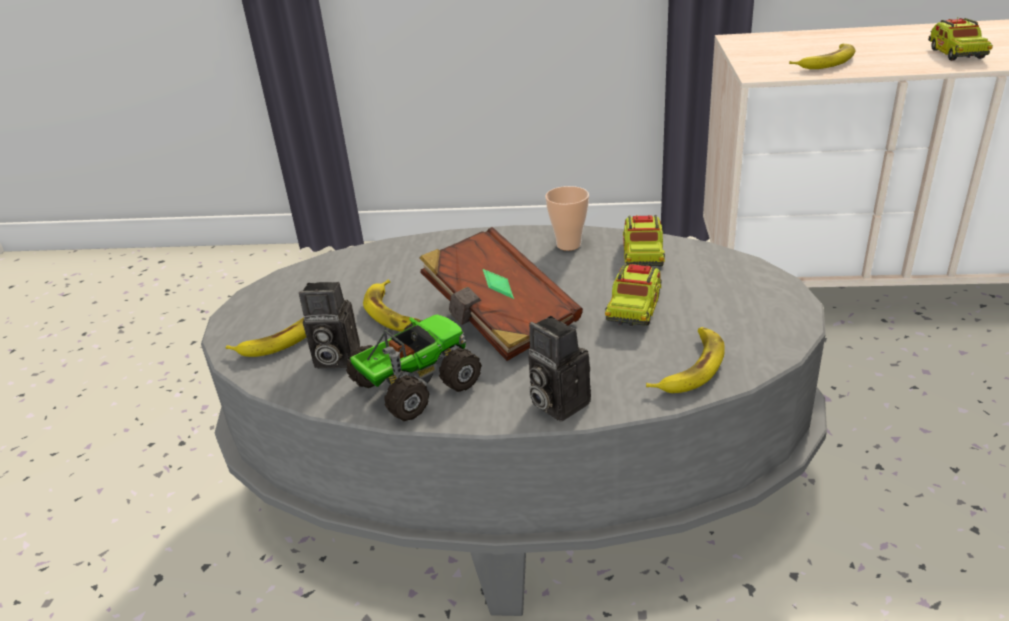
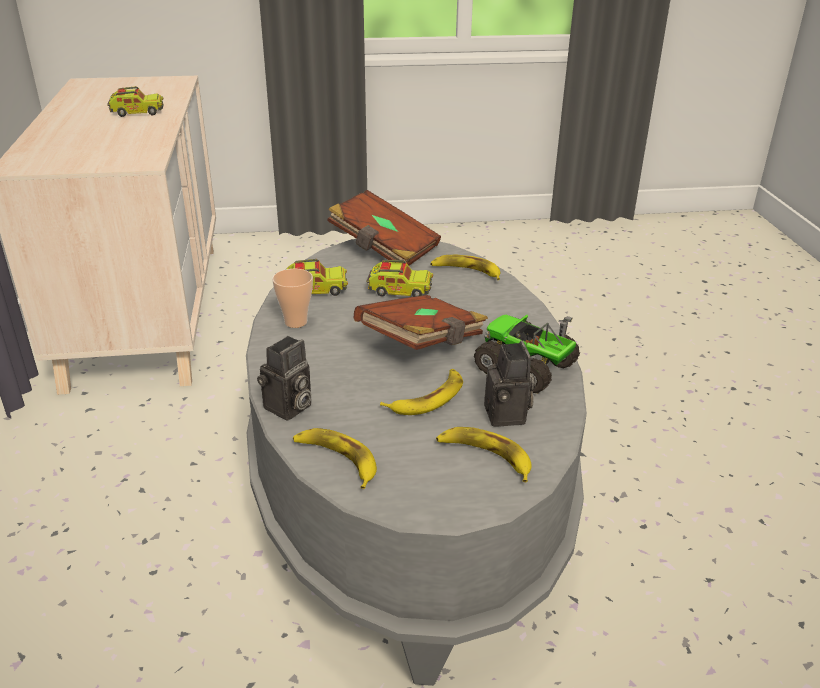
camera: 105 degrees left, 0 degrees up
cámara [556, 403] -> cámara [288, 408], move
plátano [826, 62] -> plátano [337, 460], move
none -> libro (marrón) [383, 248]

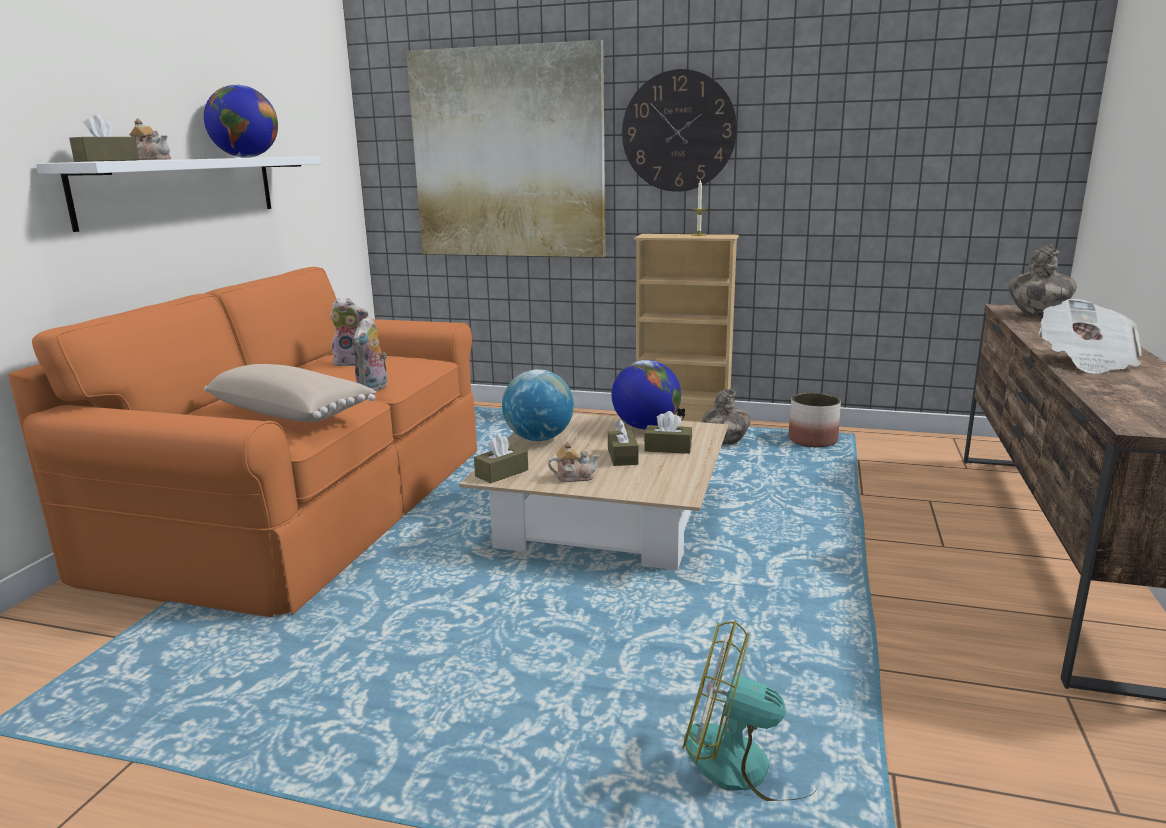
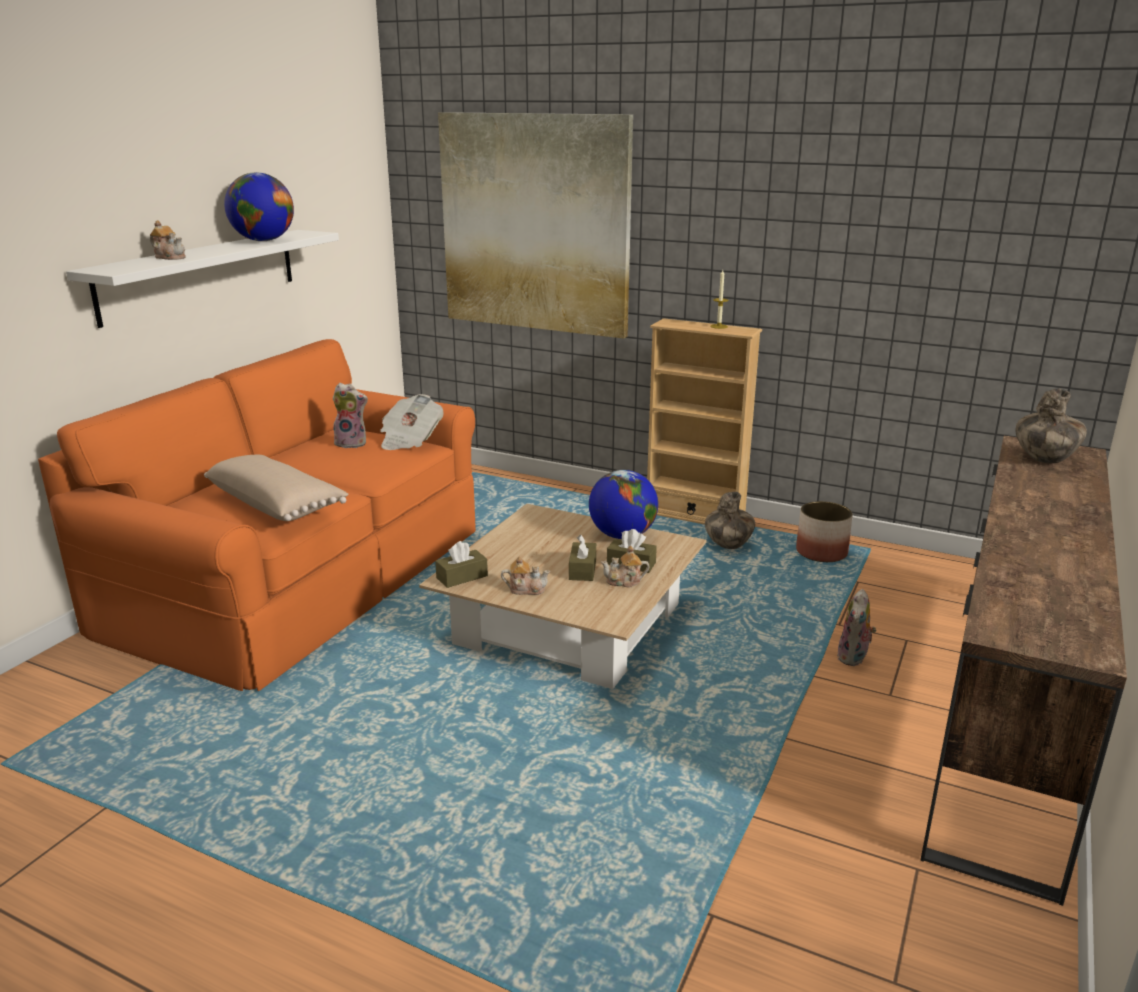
camera: 10 degrees right, 5 degrees up
periódico [1085, 361] -> periódico [410, 440], move
none -> tetera [624, 581]
peluche [373, 389] -> peluche [854, 658], move
caja de pañuelos (marrón) [107, 160] -> none
globo terráqueo [539, 438] -> none
reloj de pared [678, 131] -> none
ventilador [747, 765] -> none

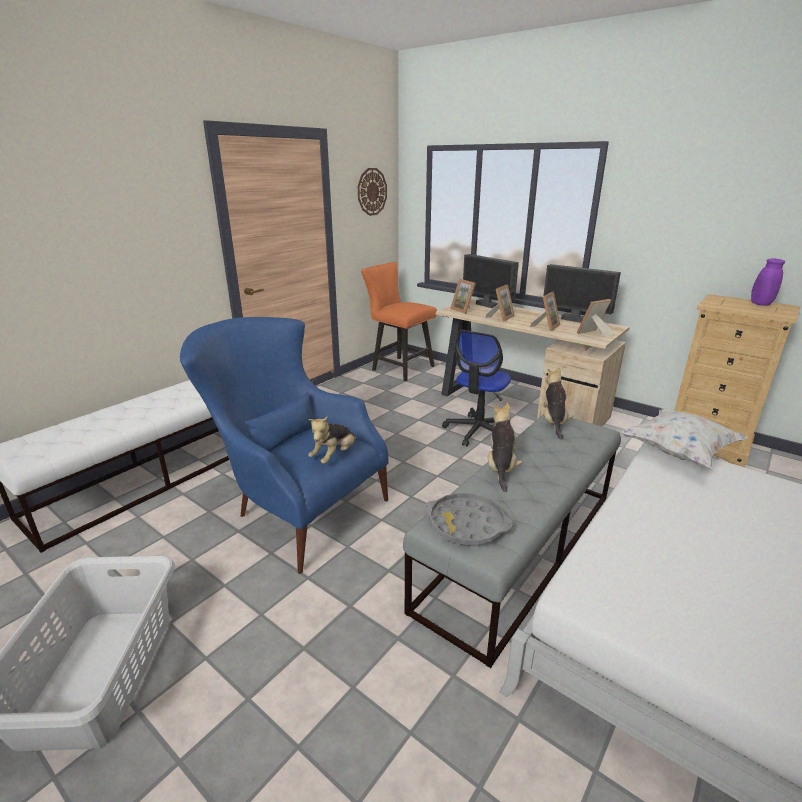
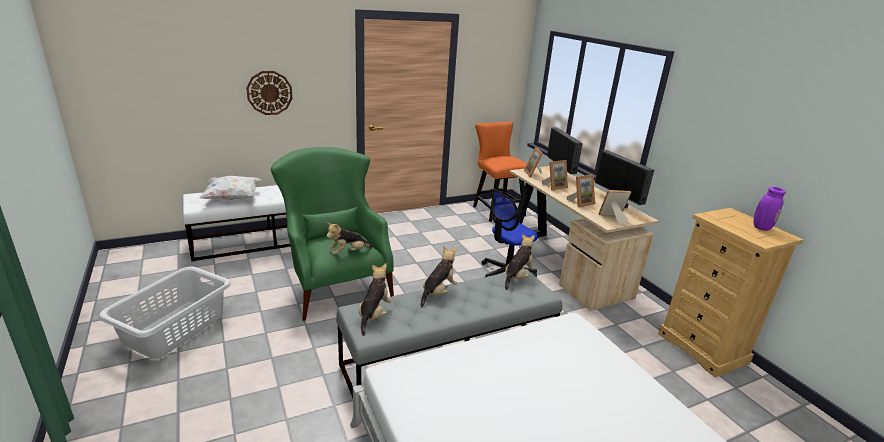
camera: 25 degrees right, 0 degrees up
cojín (blanco) [678, 452] -> cojín (blanco) [233, 198], move
reloj de pared [372, 192] -> reloj de pared [269, 93], move
sillón (azul) [294, 506] -> sillón (verde) [334, 282]
bandeja (gris) [466, 524] -> peluche [374, 315]

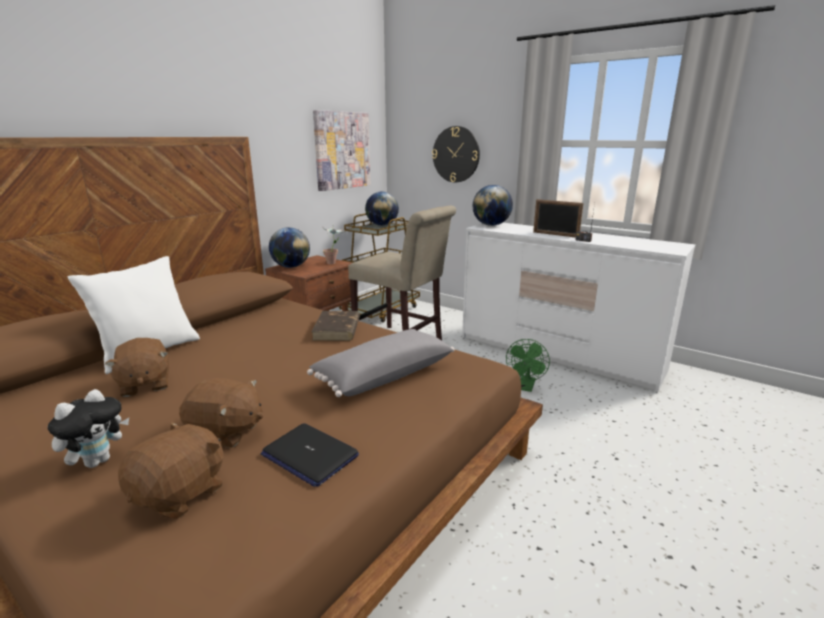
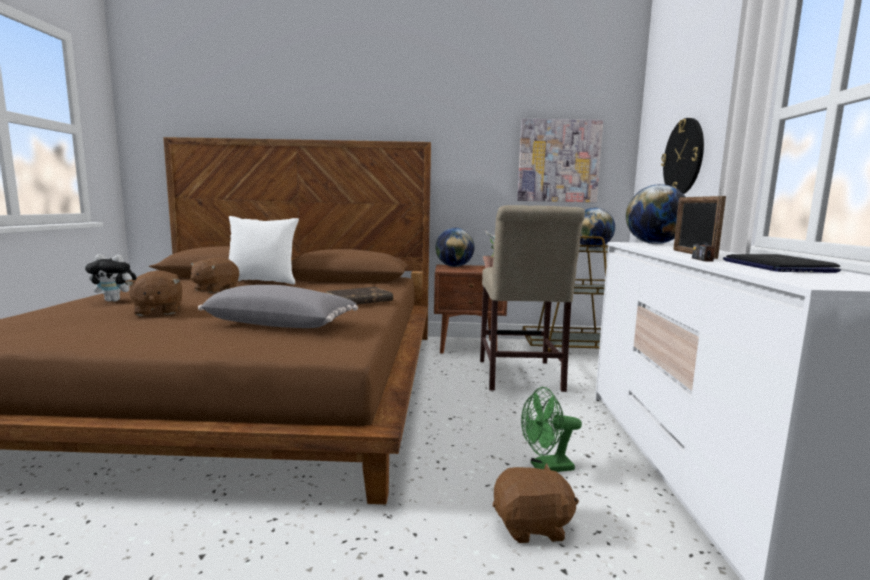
camera: 55 degrees right, 10 degrees down
peluche (marrón) [181, 493] -> peluche (marrón) [532, 526], move
portátil [309, 455] -> portátil [776, 266], move

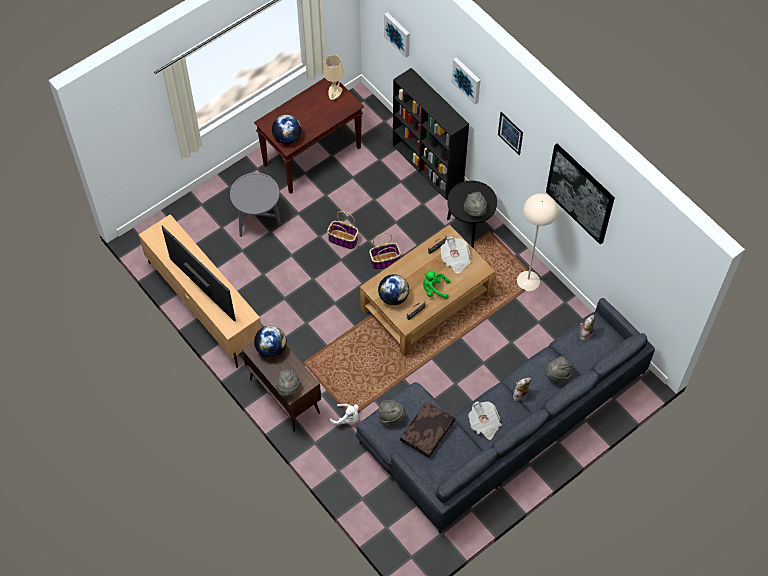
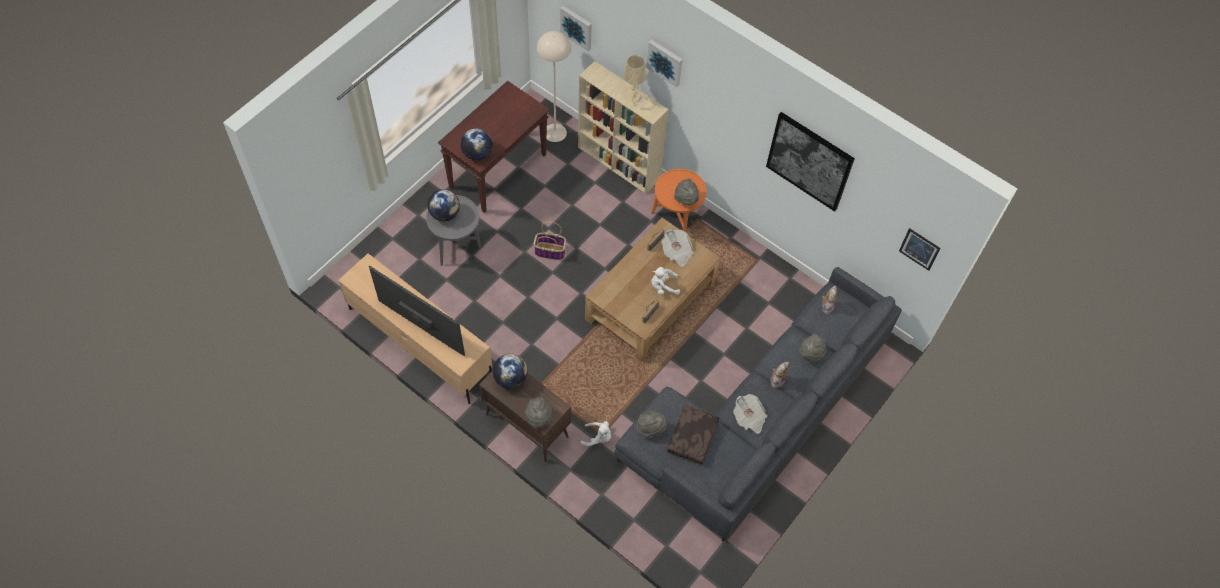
camera: 15 degrees left, 0 degrees up
globo terráqueo [393, 297] -> globo terráqueo [445, 214], move
lámpara de pie (beis) [528, 280] -> lámpara de pie (beis) [555, 132], move
estantería (negro) [428, 167] -> estantería (beis) [619, 163]
lámpara de mesa (beis) [334, 92] -> lámpara de mesa (beis) [633, 97], move
mesa auxiliar (negro) [469, 229] -> mesa auxiliar (naranja) [676, 219]
peluche (verde) [434, 289] -> peluche (blanco) [663, 287]
cuadro [510, 133] -> cuadro [919, 249], move
cesta [385, 261] -> none

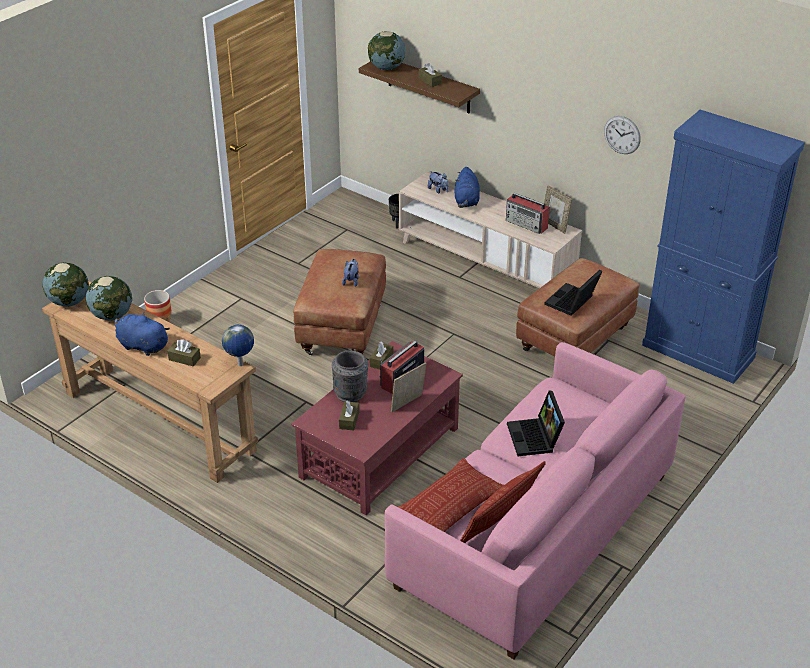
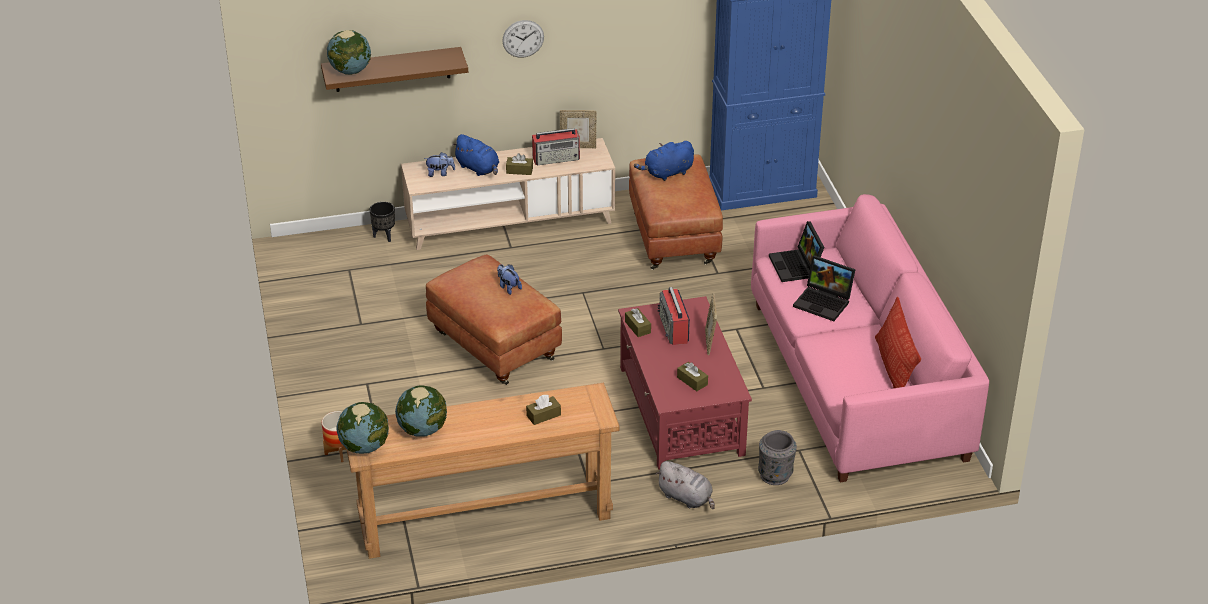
camera: 50 degrees left, 0 degrees up
reloj de pared [622, 135] -> reloj de pared [523, 38], move
caja de pañuelos (marrón) [430, 81] -> caja de pañuelos (marrón) [519, 170], move
peluche (azul) [141, 345] -> peluche (azul) [667, 173], move
none -> peluche (gris) [686, 498]
florero (gris) [351, 393] -> florero (gris) [775, 475], move
portátil [572, 302] -> portátil [796, 266], move
globo terráqueo [240, 365] -> none
cojín [448, 506] -> none

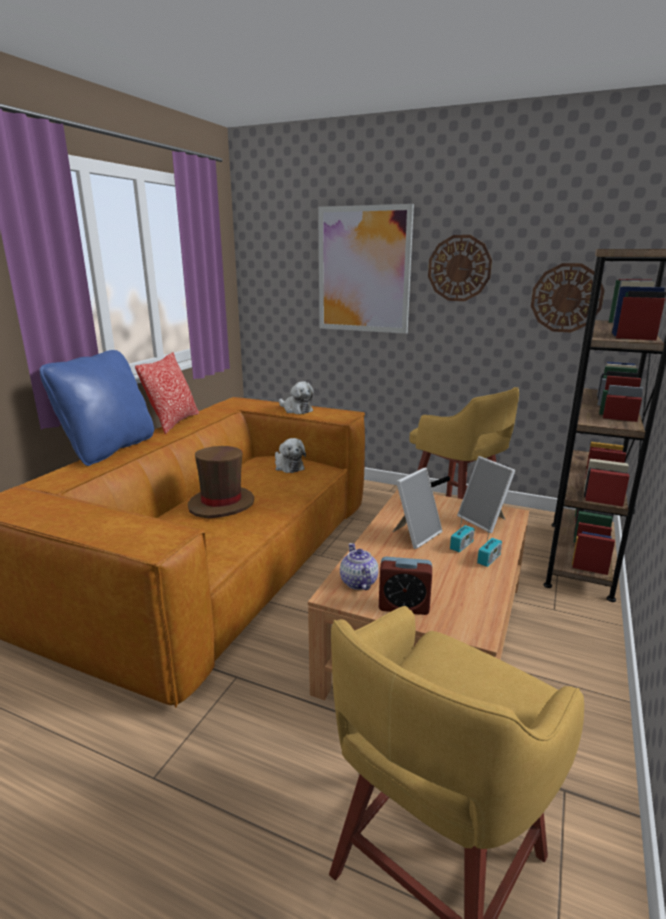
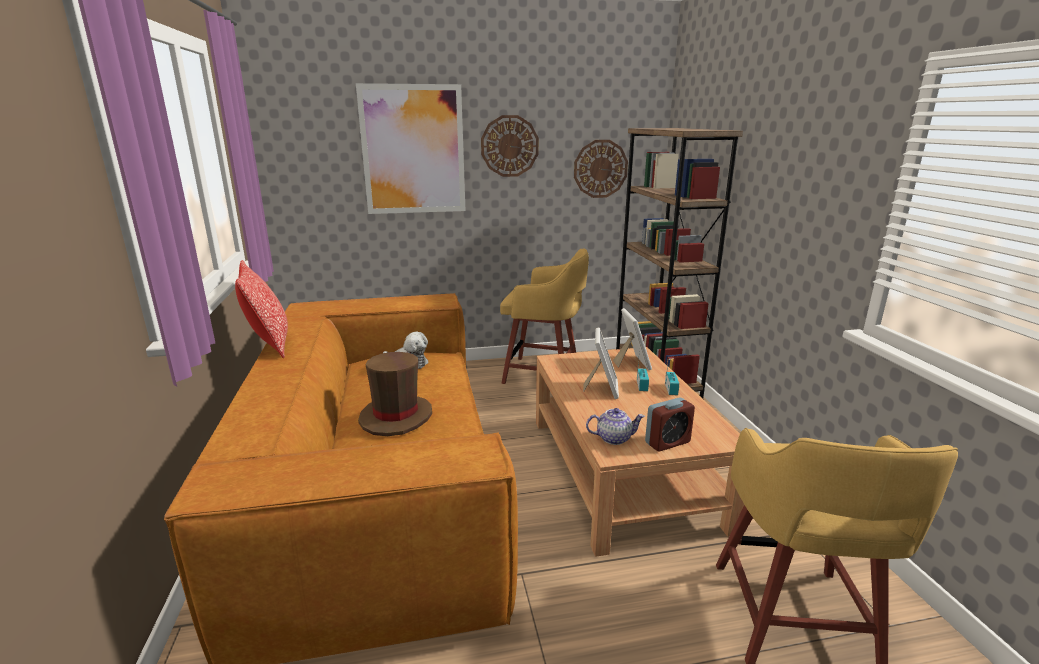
camera: 35 degrees left, 0 degrees up
tetera [358, 582] -> tetera [614, 438], 135 degrees clockwise
portarretratos [484, 521] -> portarretratos [631, 363], 120 degrees counterclockwise
cojín (azul) [109, 449] -> none
peluche [296, 410] -> none

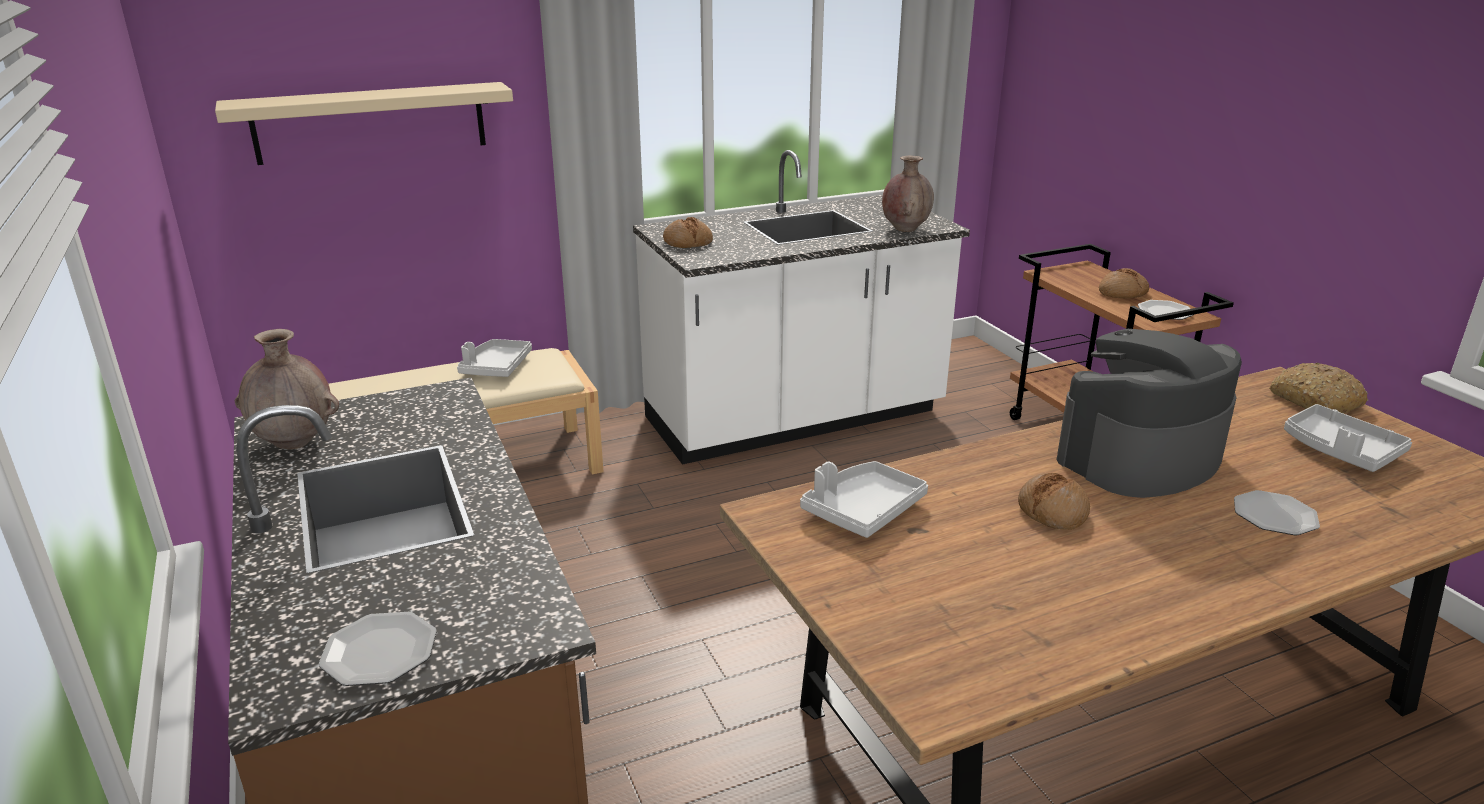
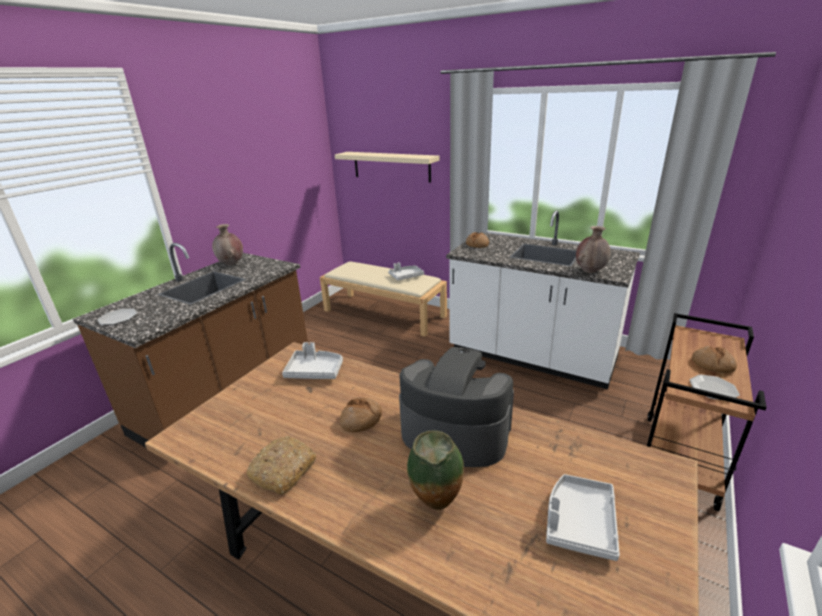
camera: 55 degrees right, 0 degrees up
pan [1314, 401] -> pan [283, 470], move
plato [1275, 516] -> florero [436, 506]

